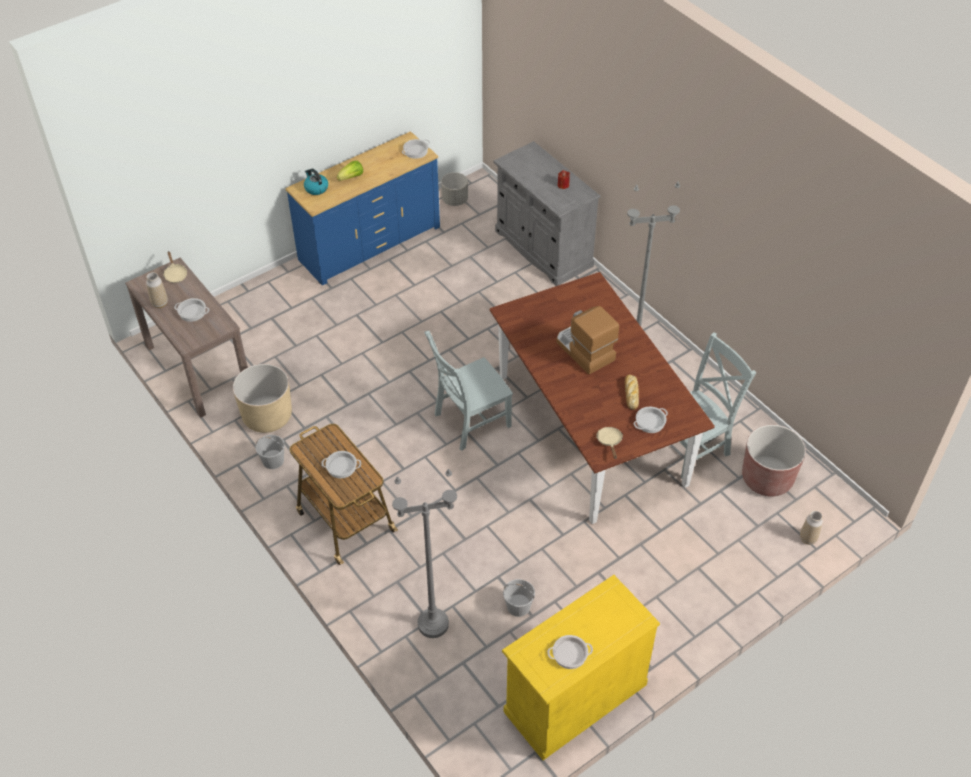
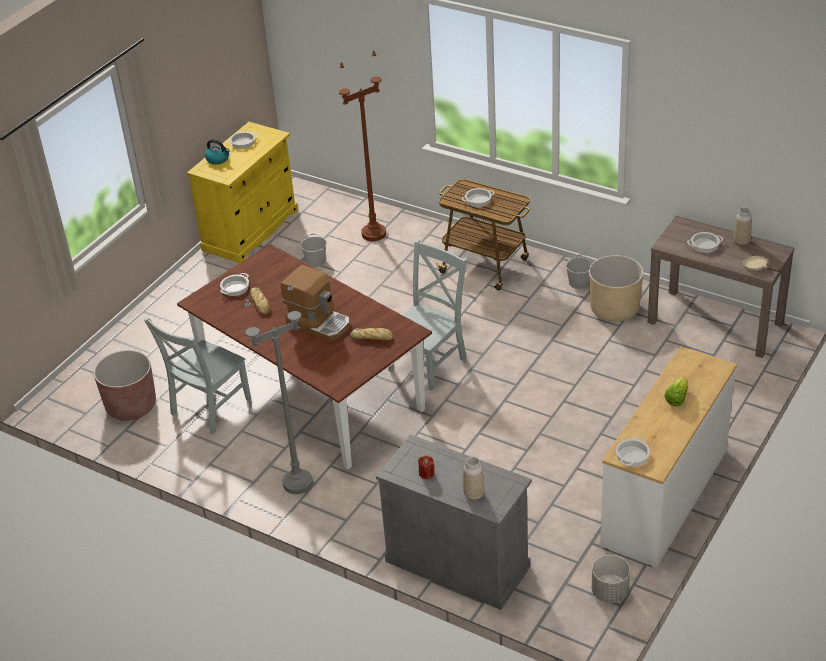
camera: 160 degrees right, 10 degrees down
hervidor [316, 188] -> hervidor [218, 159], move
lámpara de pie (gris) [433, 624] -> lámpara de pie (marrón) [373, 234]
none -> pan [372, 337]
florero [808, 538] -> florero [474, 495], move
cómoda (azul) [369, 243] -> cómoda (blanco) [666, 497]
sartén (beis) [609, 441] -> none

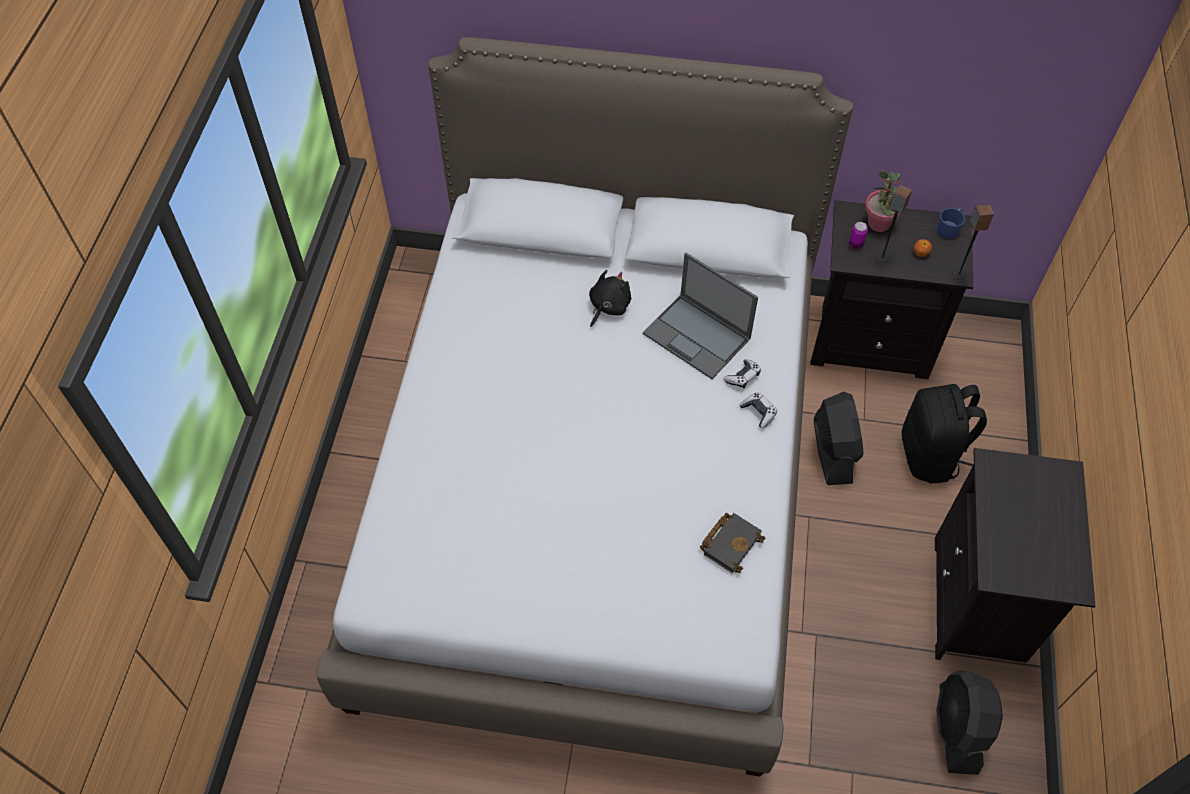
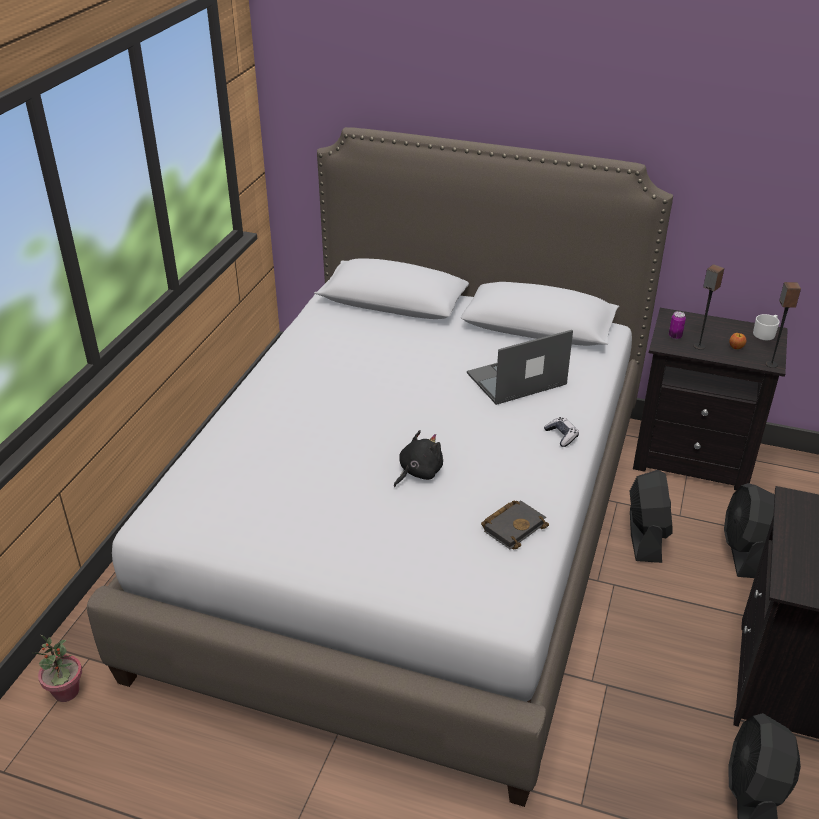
camera: 10 degrees right, 20 degrees down
planta en maceta [879, 224] -> planta en maceta [66, 692], move
peluche (negro) [608, 306] -> peluche (negro) [418, 472], move
portátil [698, 336] -> portátil [515, 379], 105 degrees clockwise
mochila (negro) [930, 456] -> ventilador (negro) [744, 551]
taza grande (azul) [949, 227] -> taza grande (blanco) [765, 333]
mando de consola [742, 377] -> none

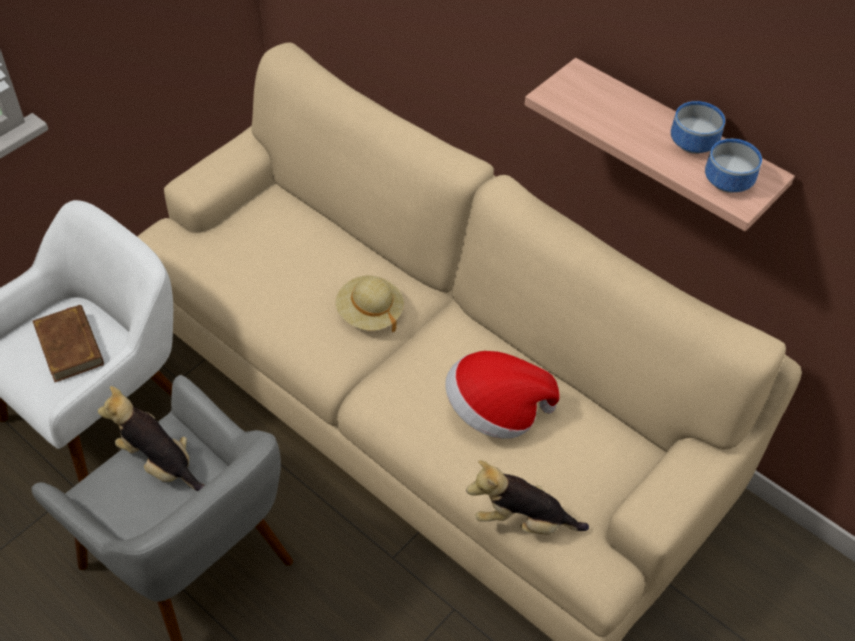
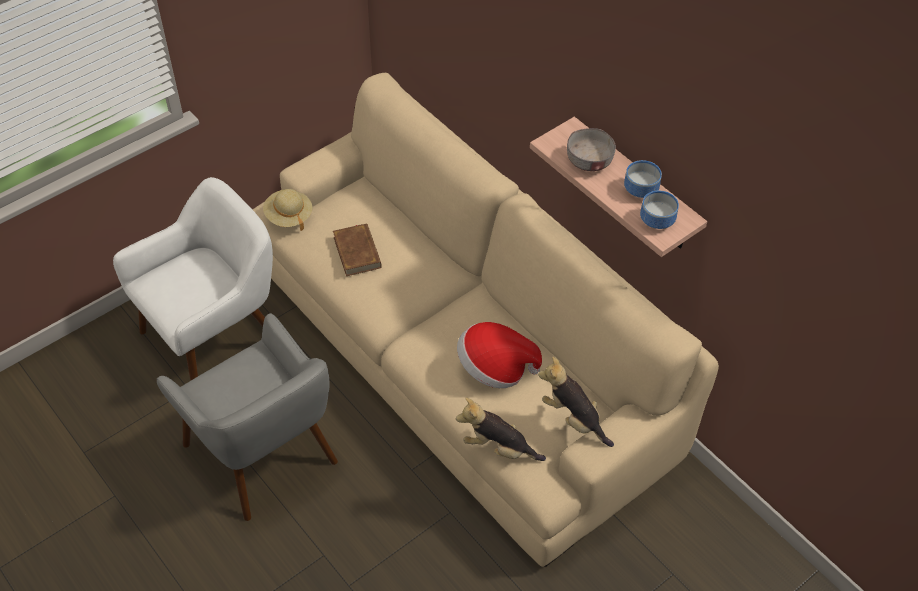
camera: 10 degrees right, 0 degrees up
sombrero (beis) [369, 313] -> sombrero (beis) [288, 216], move
libro (marrón) [70, 346] -> libro (marrón) [357, 252], move
peluche [160, 463] -> peluche [573, 419], move
none -> cuenco (gris) [589, 161]

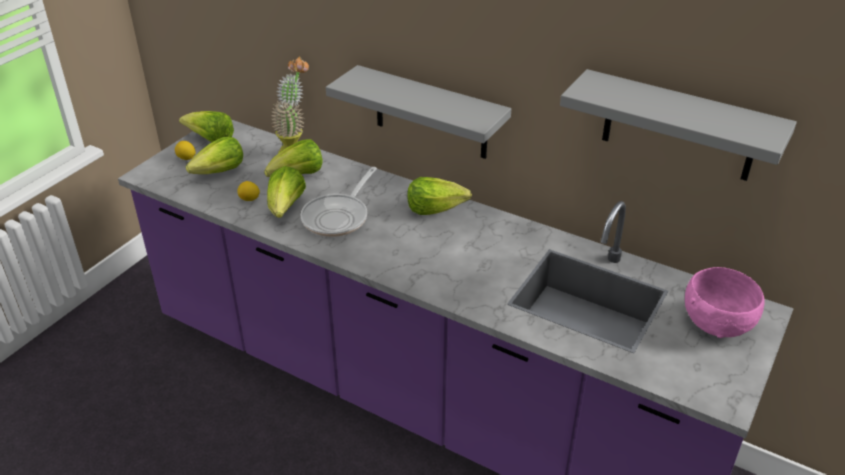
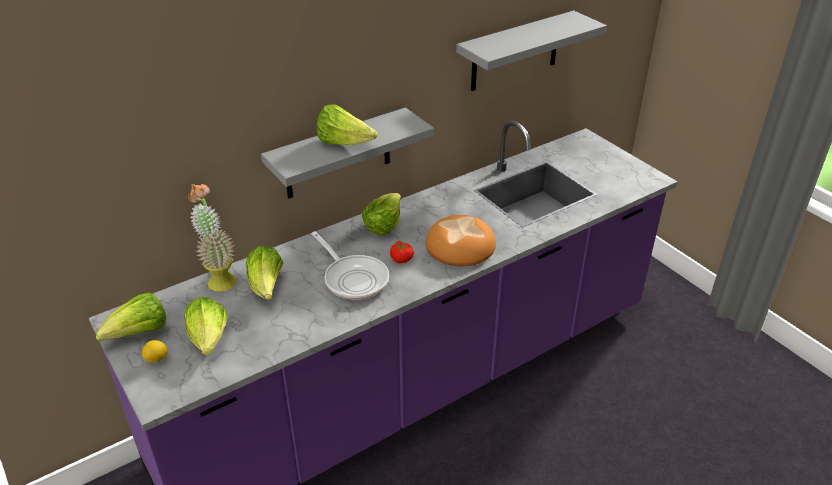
camera: 65 degrees left, 0 degrees up
lechuga [286, 208] -> lechuga [344, 143], move
none -> tomate [402, 258]
none -> pan [461, 245]
limón [249, 199] -> none
cuenco (rosa) [716, 322] -> none

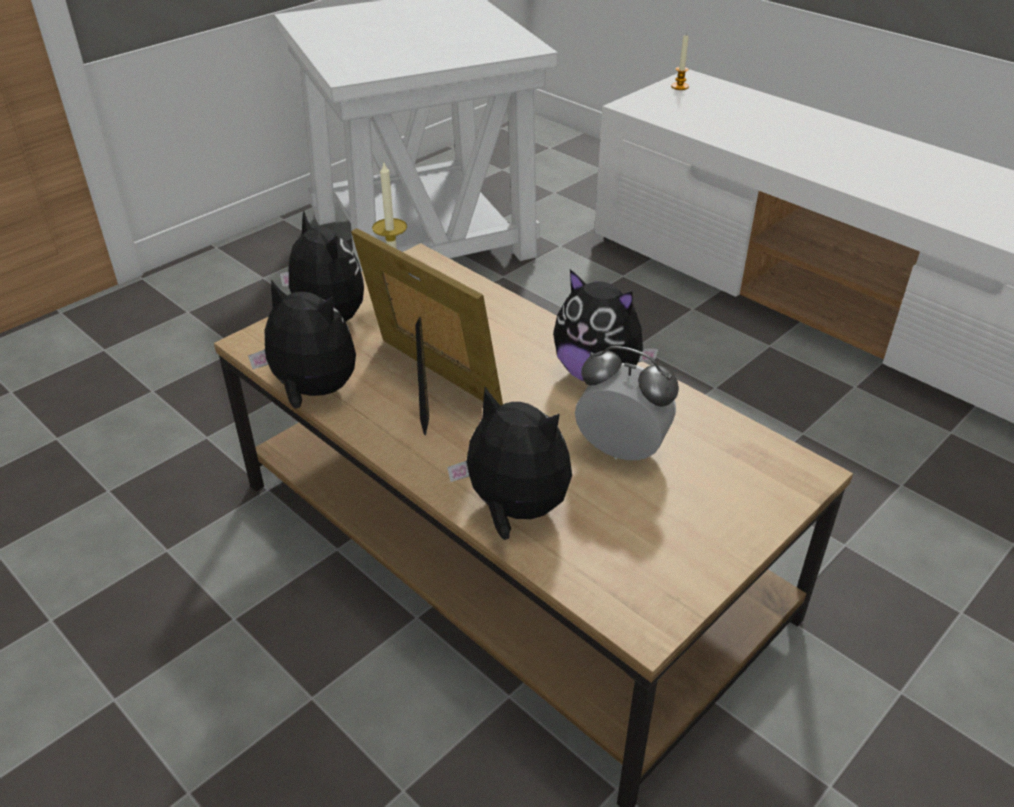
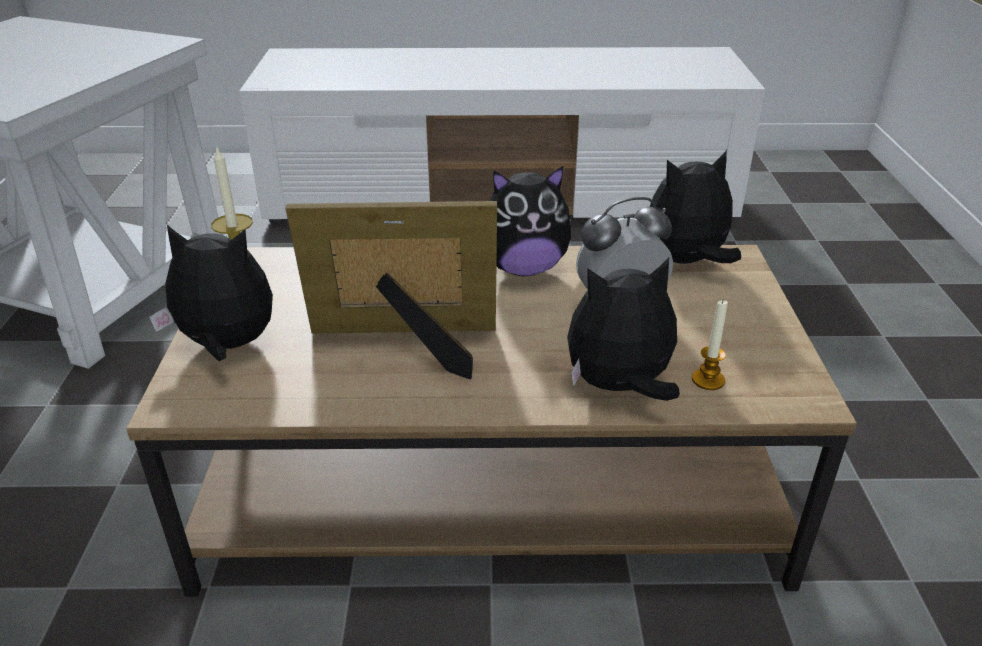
camera: 45 degrees left, 5 degrees down
peluche [312, 392] -> peluche [686, 262], move
vela [679, 86] -> vela [708, 380], move

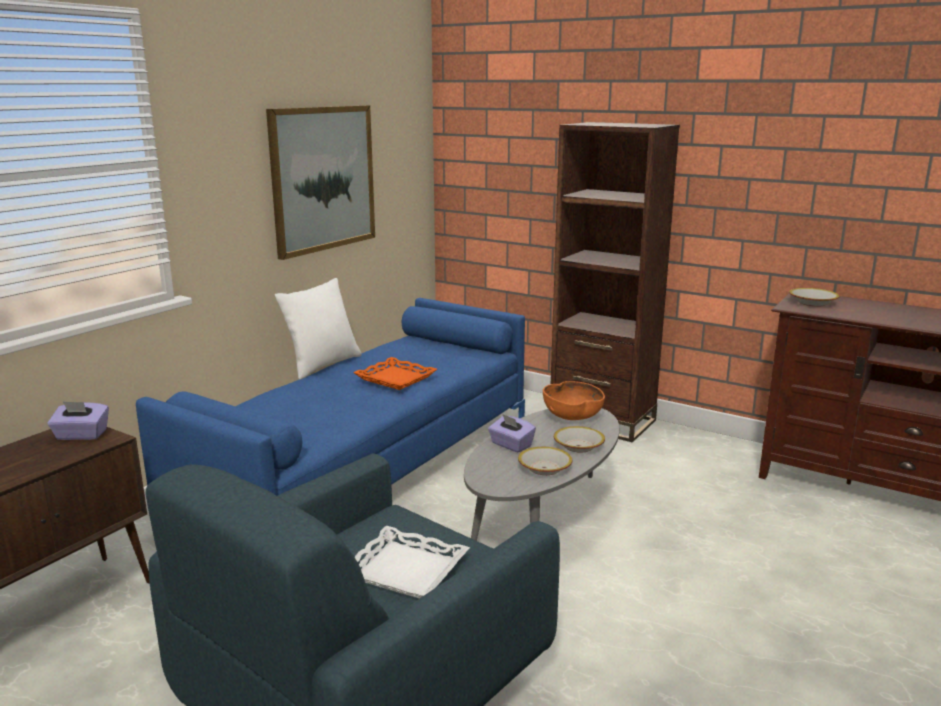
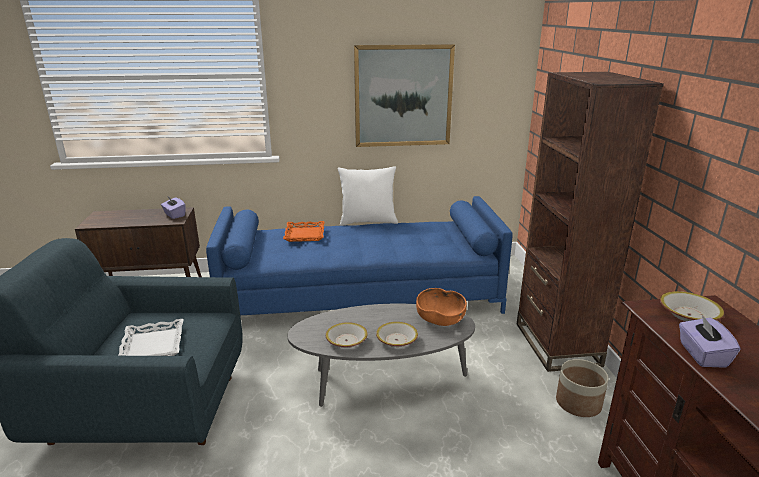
camera: 50 degrees right, 5 degrees up
bandeja (naranja) [395, 378] -> bandeja (naranja) [304, 234], move
none -> maceta [578, 403]
caja de pañuelos (morado) [511, 445] -> caja de pañuelos (morado) [702, 355], move

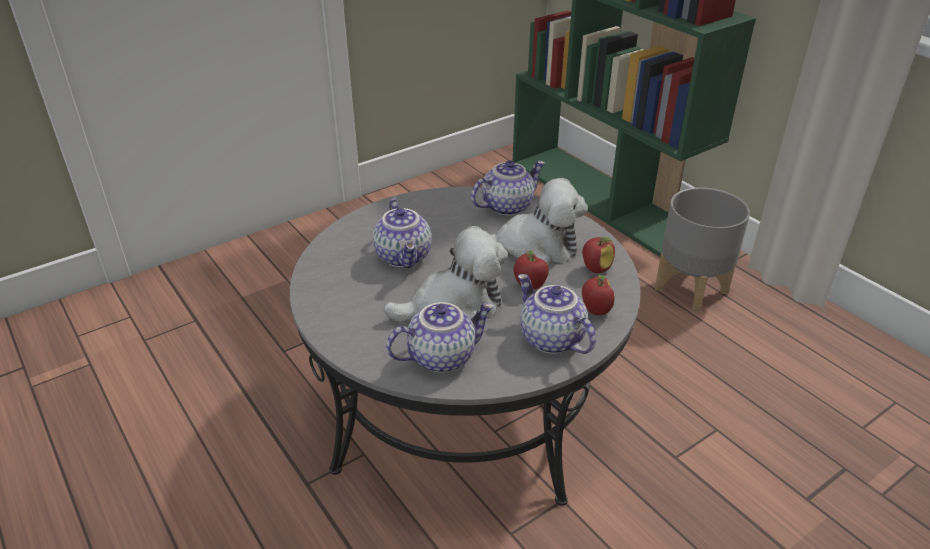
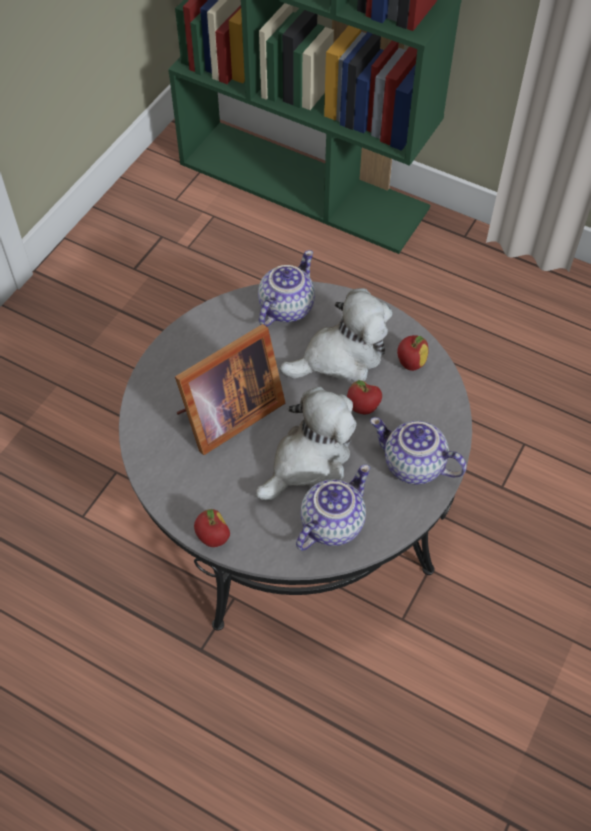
camera: 25 degrees left, 20 degrees up
tetera [405, 257] -> portarretratos [226, 415]
manzana [595, 310] -> manzana [213, 538], move
maceta (gris) [690, 290] -> none

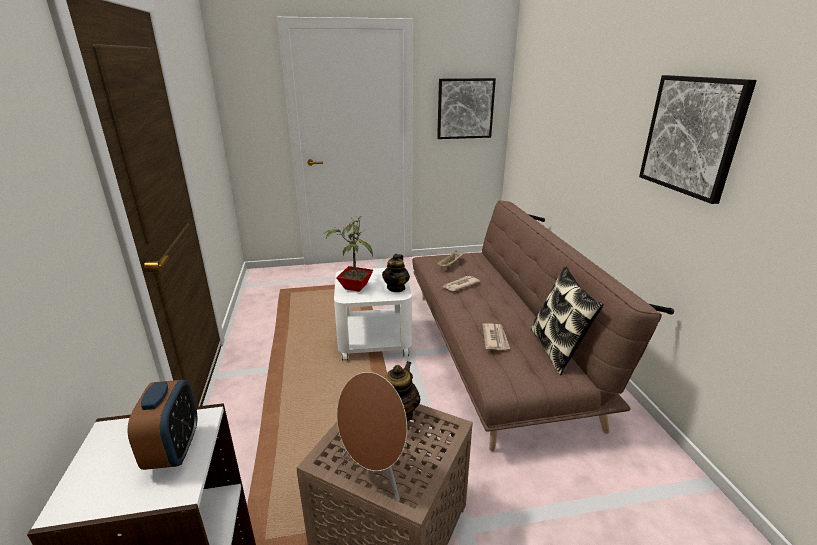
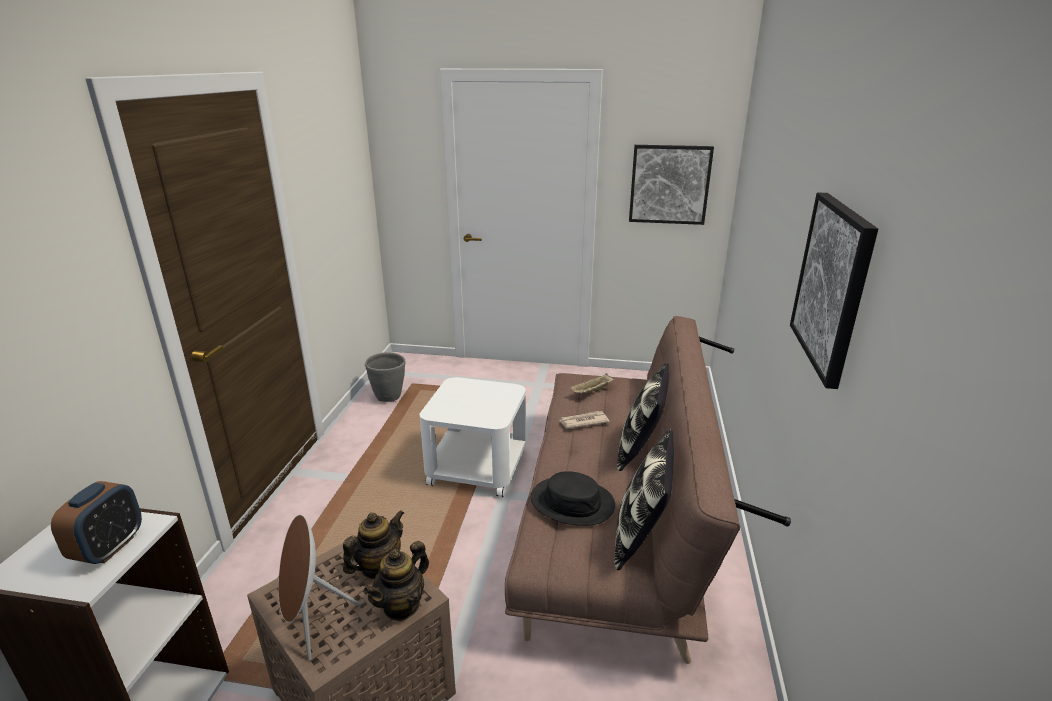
camera: 20 degrees right, 0 degrees up
tetera [396, 288] -> tetera [402, 605], move
none -> maceta (gris) [389, 397]
periódico [495, 338] -> sombrero (negro) [572, 502]
none -> cojín [640, 449]
planta en maceta [354, 287] -> none

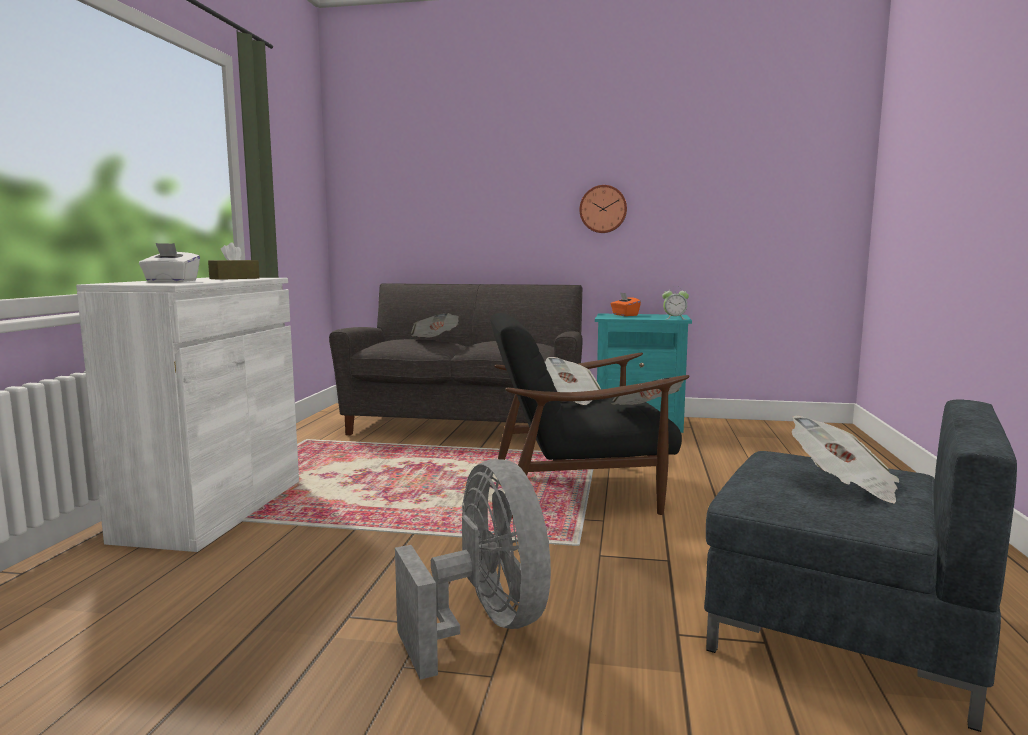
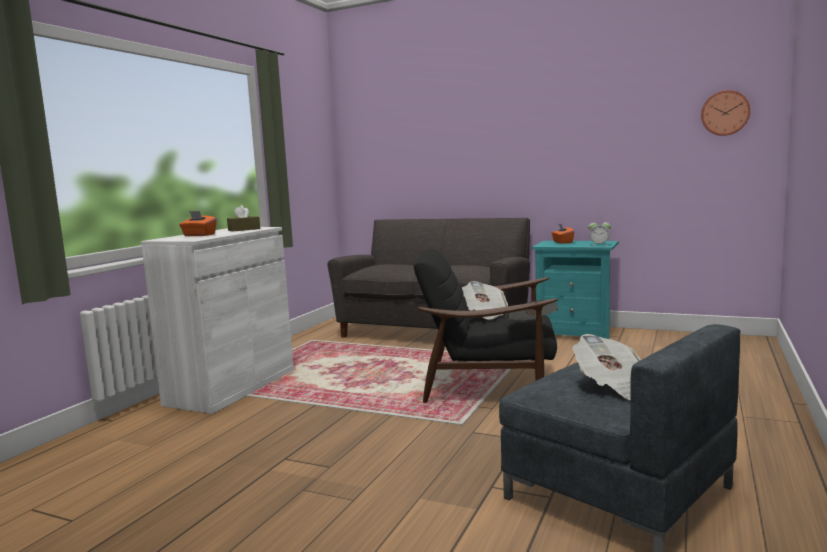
camera: 15 degrees right, 0 degrees up
caja de pañuelos (blanco) [171, 281] -> caja de pañuelos (naranja) [199, 235]
reloj de pared [603, 209] -> reloj de pared [725, 113], move
ventilador (gris) [484, 625] -> none
periódico [435, 340] -> none

